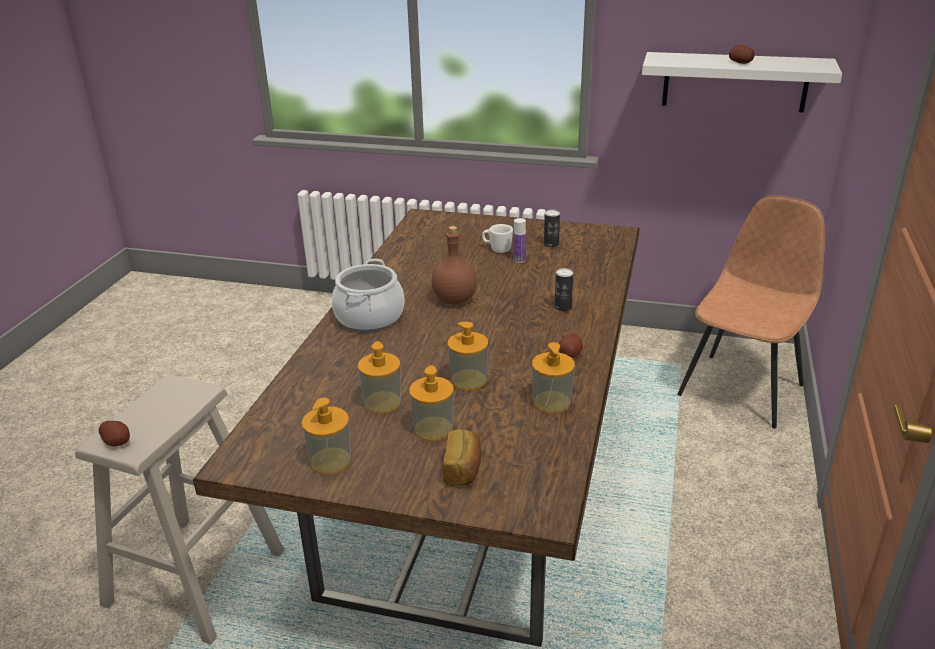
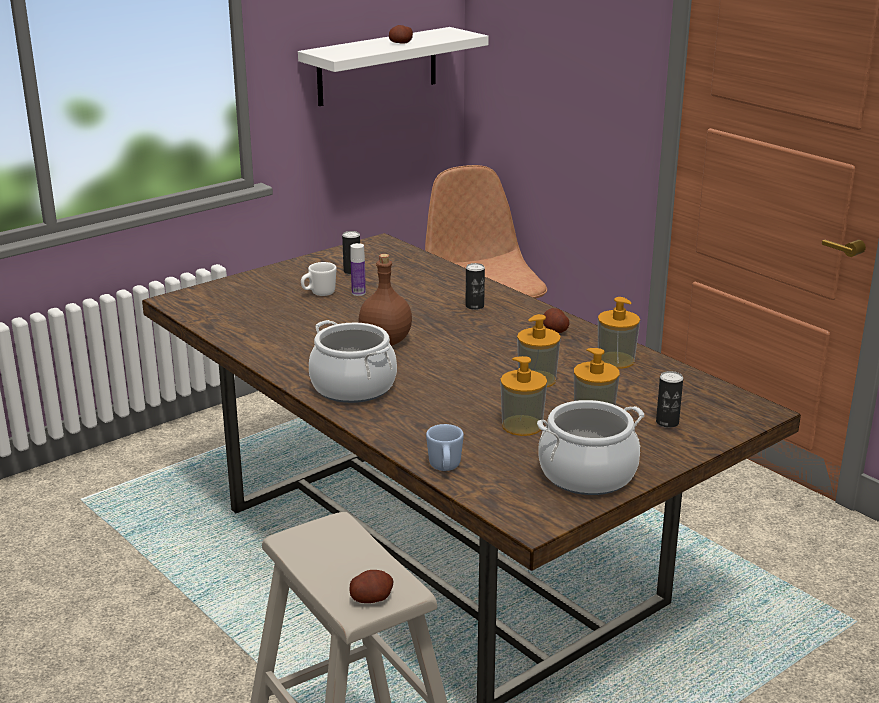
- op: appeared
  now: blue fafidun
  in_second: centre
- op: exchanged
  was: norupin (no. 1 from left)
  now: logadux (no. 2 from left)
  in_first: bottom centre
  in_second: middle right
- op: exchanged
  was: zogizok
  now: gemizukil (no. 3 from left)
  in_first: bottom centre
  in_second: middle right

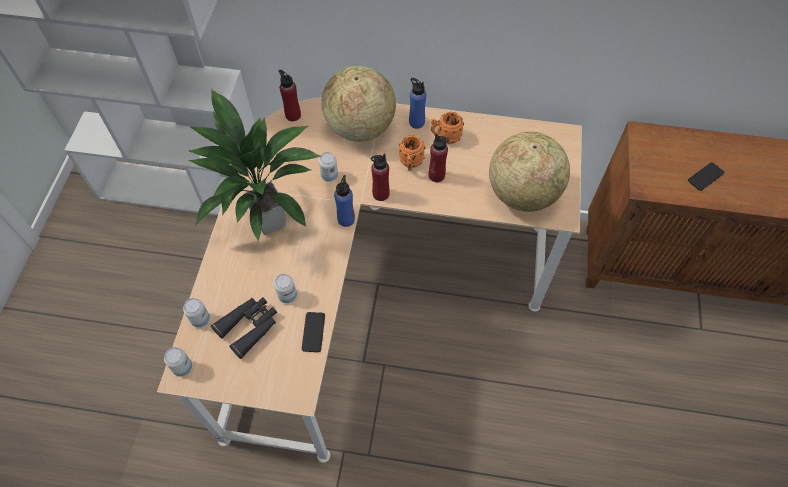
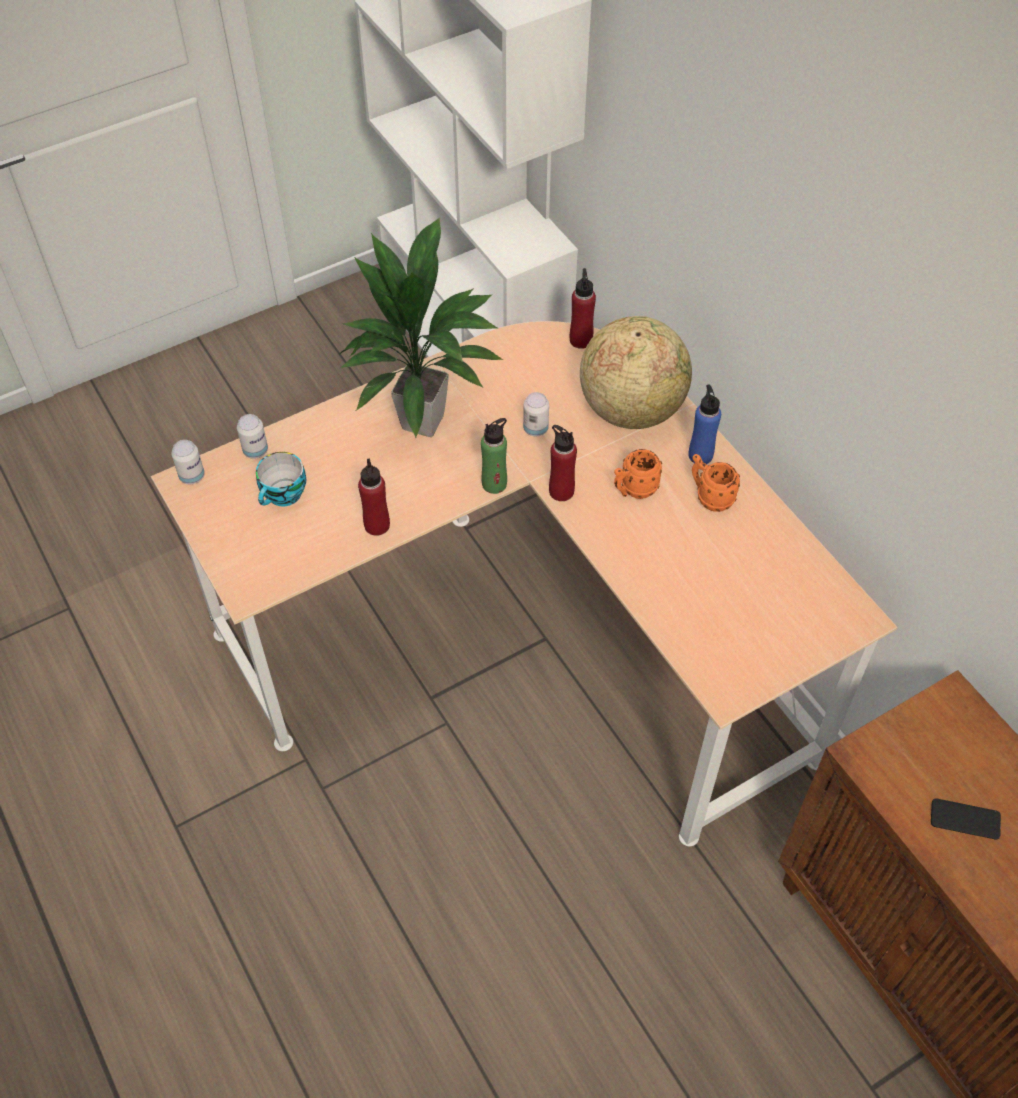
- op: exchanged
  was: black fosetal
  now: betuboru
  in_first: bottom left
  in_second: middle left
- op: relocated
  was: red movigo (no. 3 from left in the first image)
  now: red movigo (no. 1 from left)
  in_first: top centre
  in_second: centre
- op: colour
  was: blue movigo (no. 1 from left)
  now: green movigo
  in_first: centre
  in_second: centre
- op: missing
  was: gemizukil (no. 3 from left)
  in_first: centre
- op: missing
  was: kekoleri (no. 1 from left)
  in_first: bottom centre
- op: missing
  was: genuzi (no. 2 from left)
  in_first: middle right

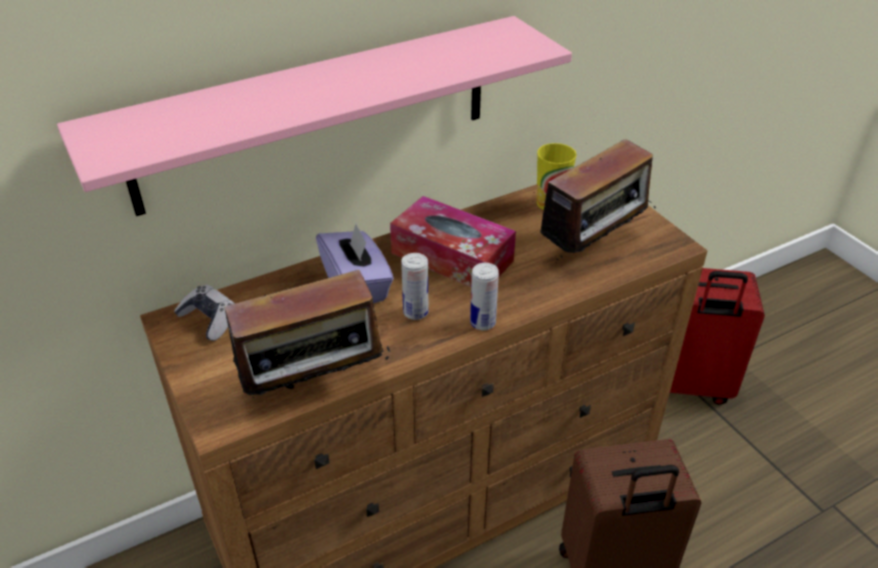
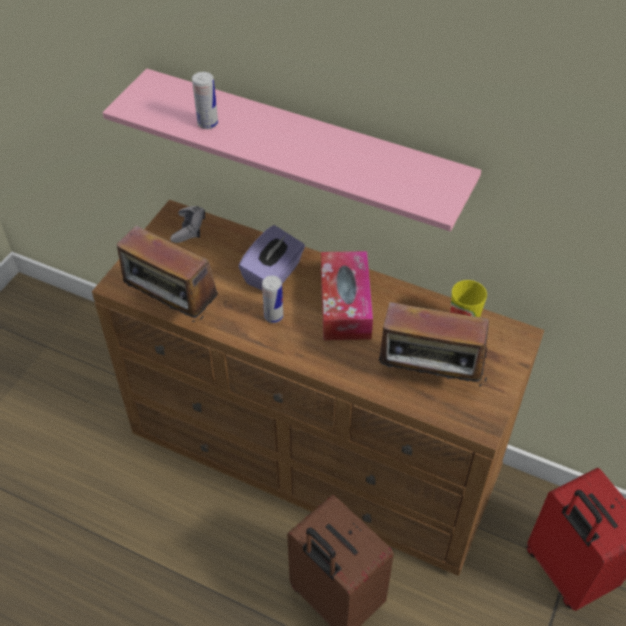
- op: relocated
  was: gemizukil (no. 2 from left in the first image)
  now: gemizukil (no. 1 from left)
  in_first: centre
  in_second: top left

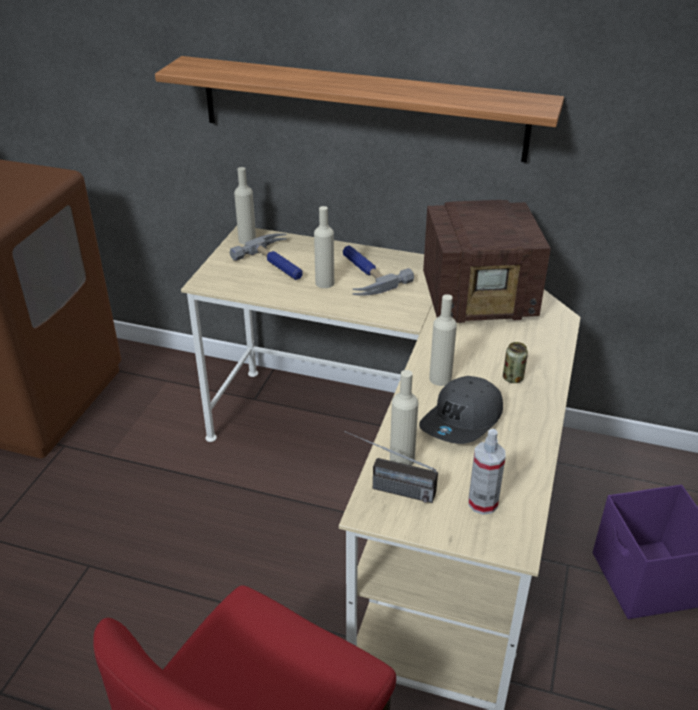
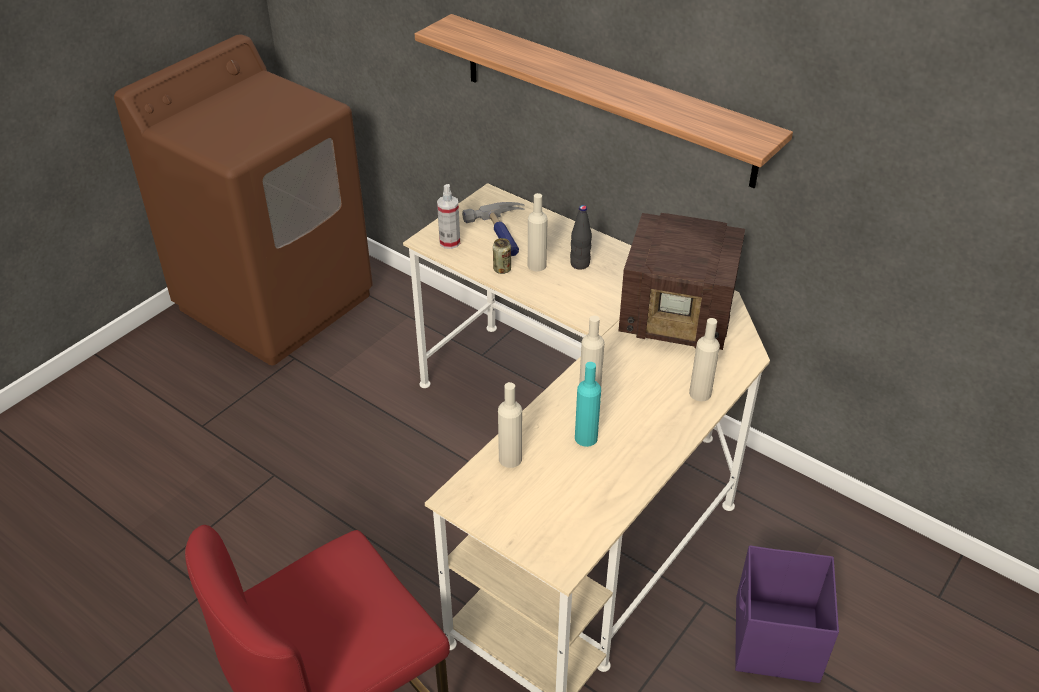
- op: relocated
  was: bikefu
  in_first: middle right
  in_second: top centre
- op: relocated
  was: gemizukil
  in_first: middle right
  in_second: centre
- op: exchanged
  was: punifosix (no. 2 from left)
  now: black movigo
  in_first: centre
  in_second: centre
- op: exchanged
  was: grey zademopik
  now: turquoise movigo
  in_first: centre
  in_second: centre
- op: relocated
  was: beige movigo (no. 1 from left in the first image)
  now: beige movigo (no. 4 from left)
  in_first: top centre
  in_second: middle right
- op: missing
  was: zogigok (no. 1 from left)
  in_first: centre

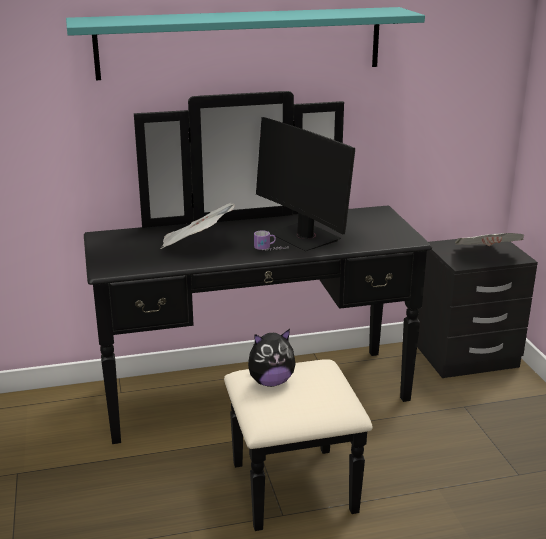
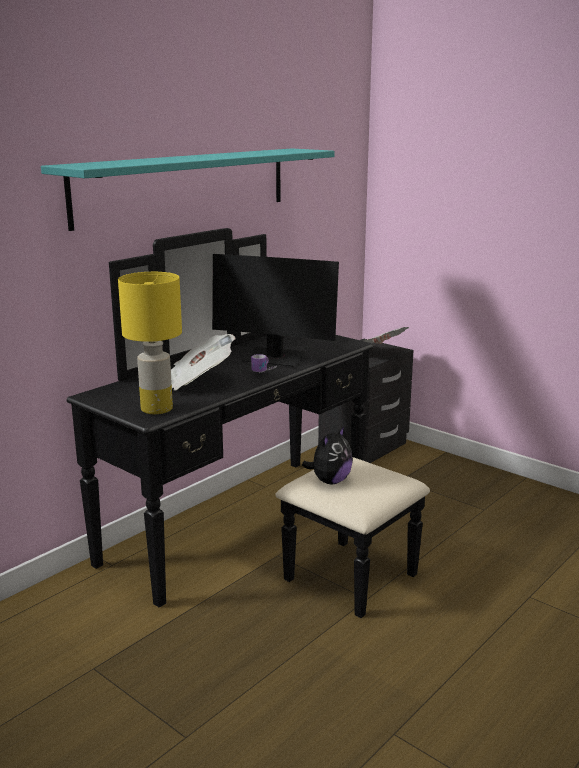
- op: appeared
  now: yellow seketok
  in_second: middle left

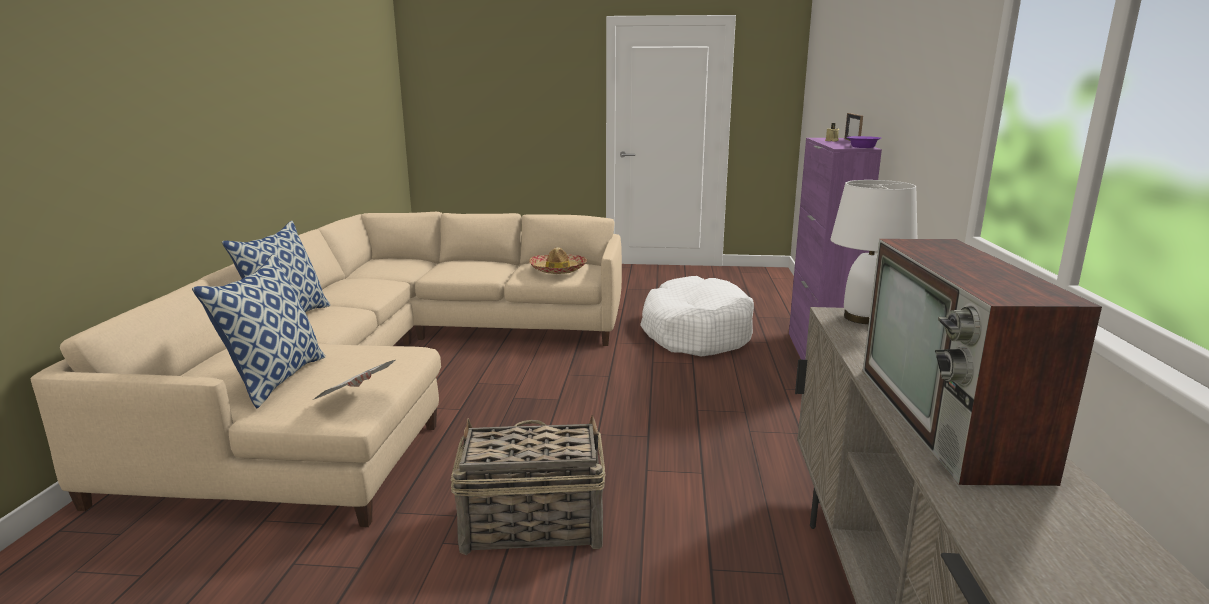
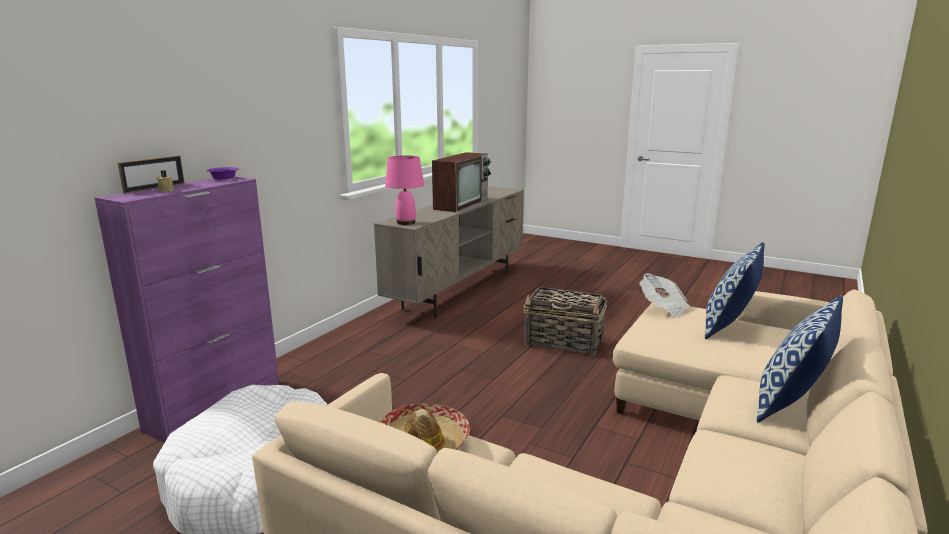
- op: colour
  was: white seketok
  now: pink seketok
  in_first: middle right
  in_second: centre

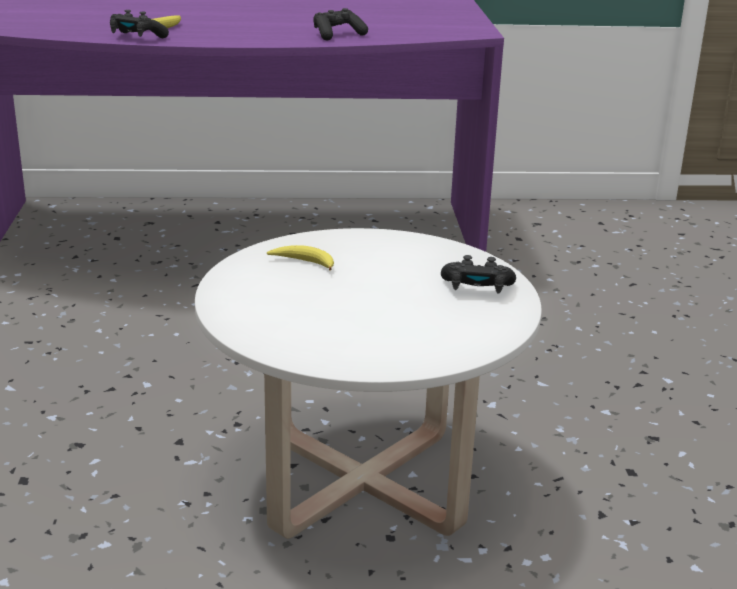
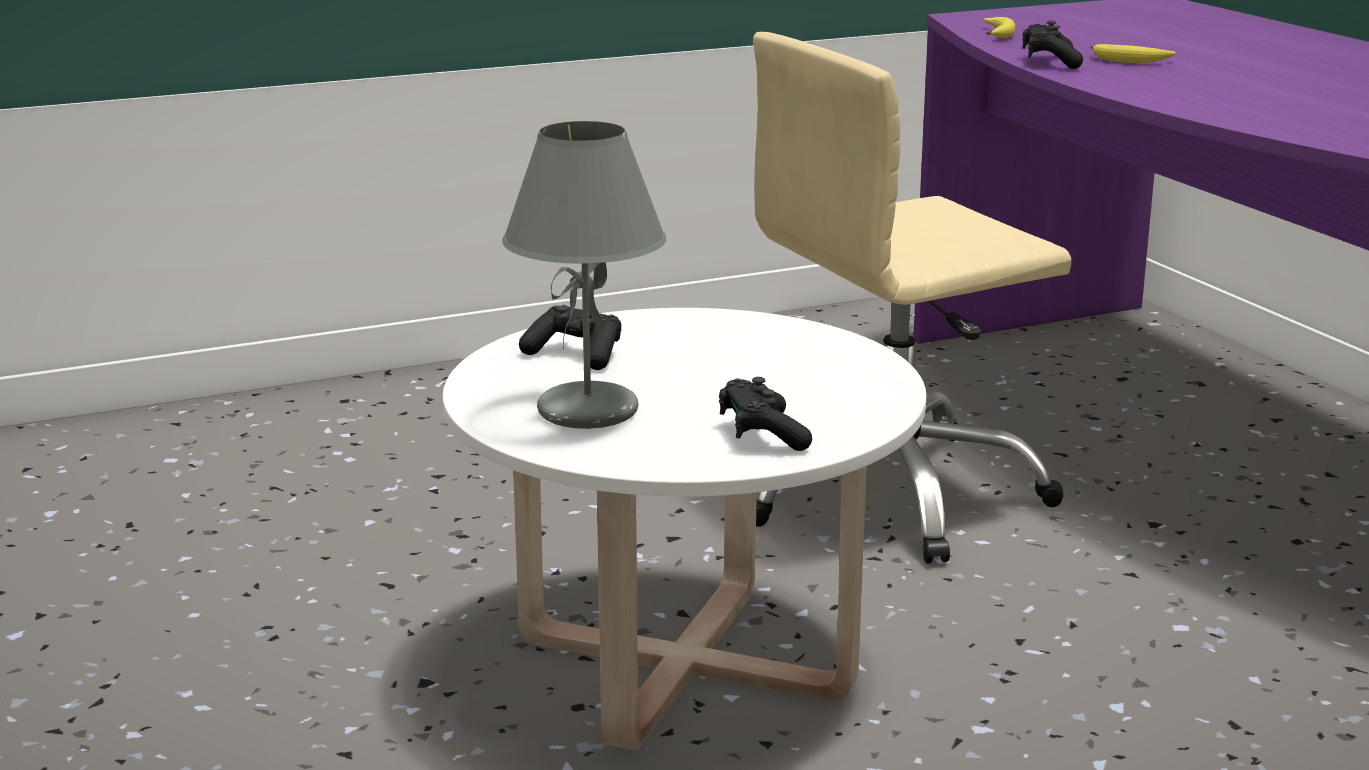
- op: appeared
  now: grey seketok
  in_second: centre
- op: relocated
  was: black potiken (no. 2 from left in the first image)
  now: black potiken (no. 1 from left)
  in_first: top centre
  in_second: centre
- op: appeared
  now: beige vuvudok
  in_second: centre
- op: relocated
  was: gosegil (no. 2 from left in the first image)
  now: gosegil (no. 1 from left)
  in_first: centre
  in_second: top right

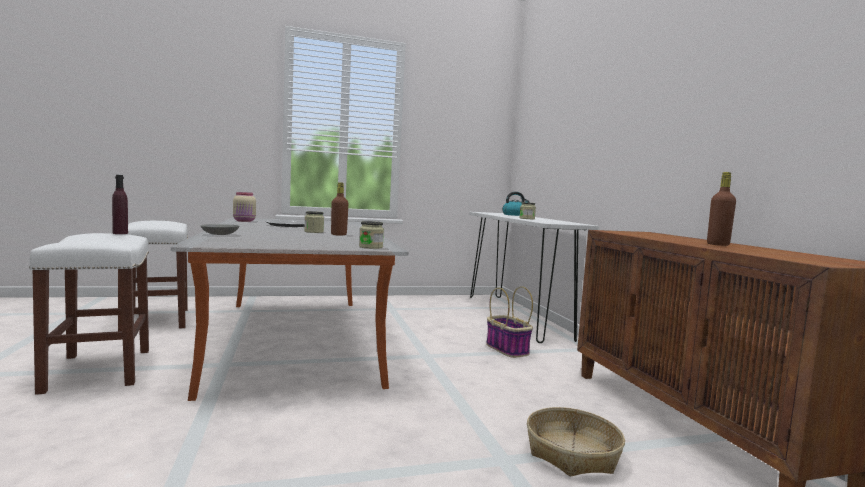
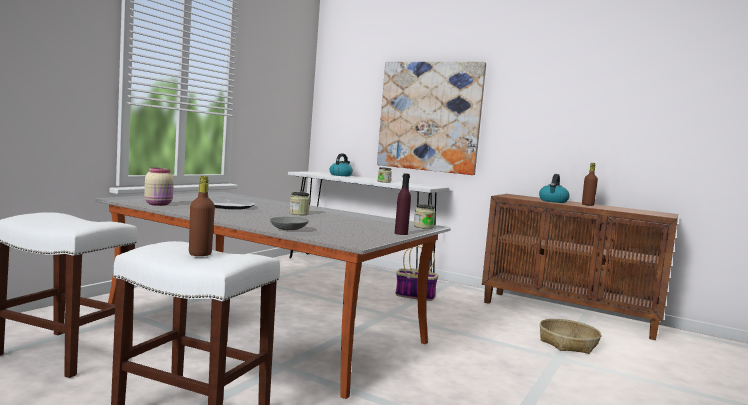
- op: relocated
  was: brown movigo (no. 1 from left)
  in_first: centre
  in_second: middle left
- op: appeared
  now: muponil
  in_second: top centre
- op: relocated
  was: purple movigo
  in_first: middle left
  in_second: centre
- op: appeared
  now: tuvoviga (no. 2 from left)
  in_second: middle right

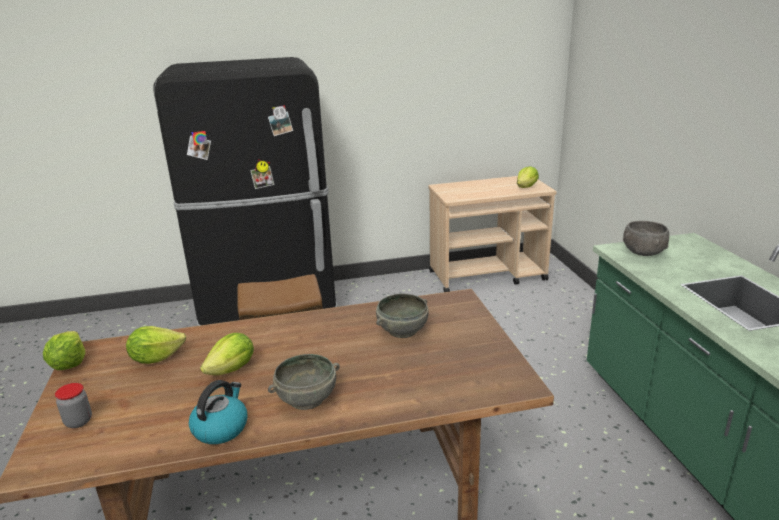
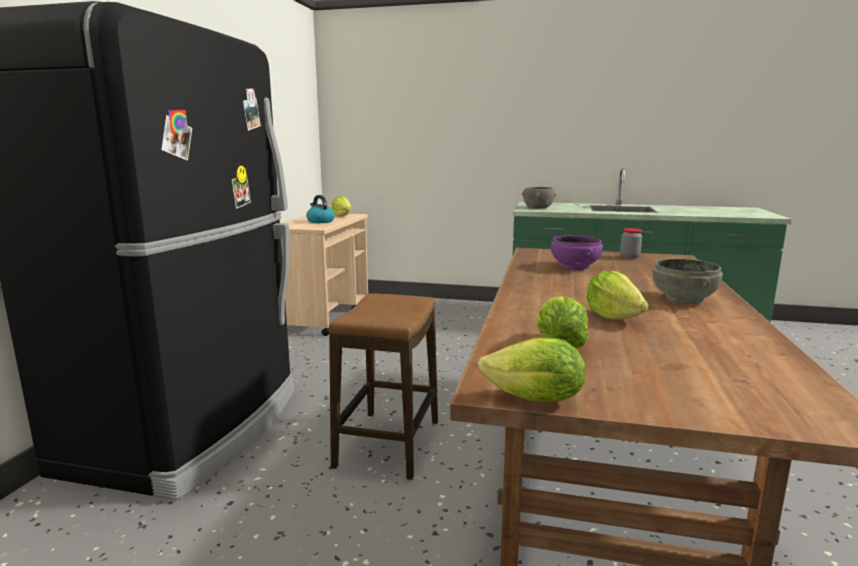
- op: relocated
  was: tuvoviga
  in_first: bottom left
  in_second: centre
- op: colour
  was: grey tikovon (no. 2 from left)
  now: purple tikovon
  in_first: centre
  in_second: middle right
- op: relocated
  was: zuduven
  in_first: bottom left
  in_second: middle right

